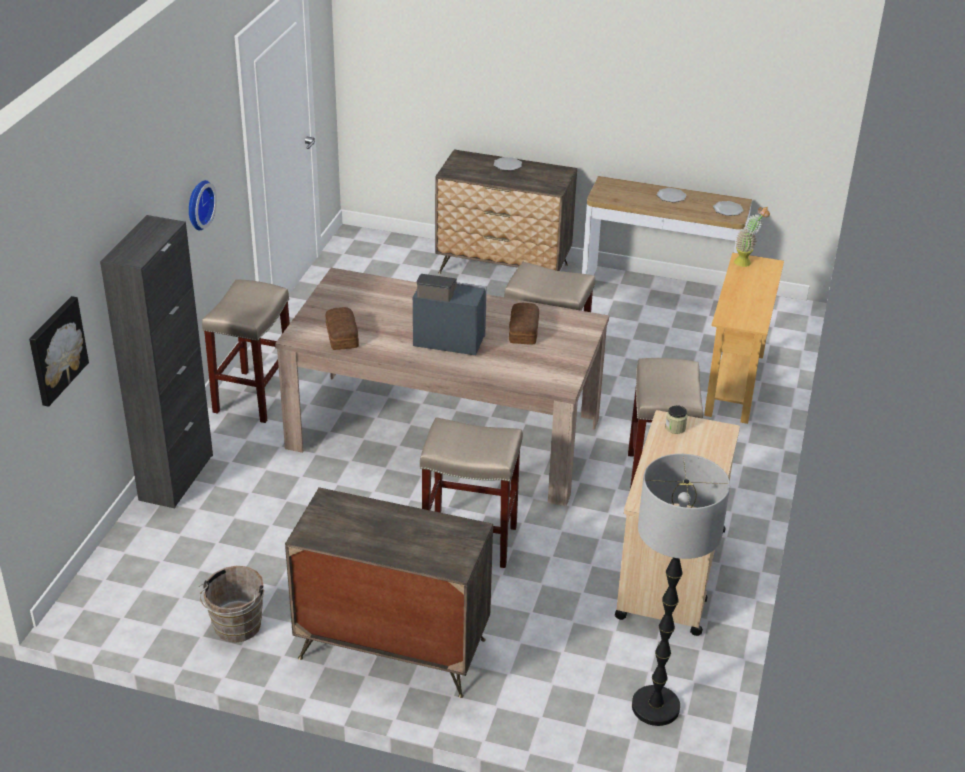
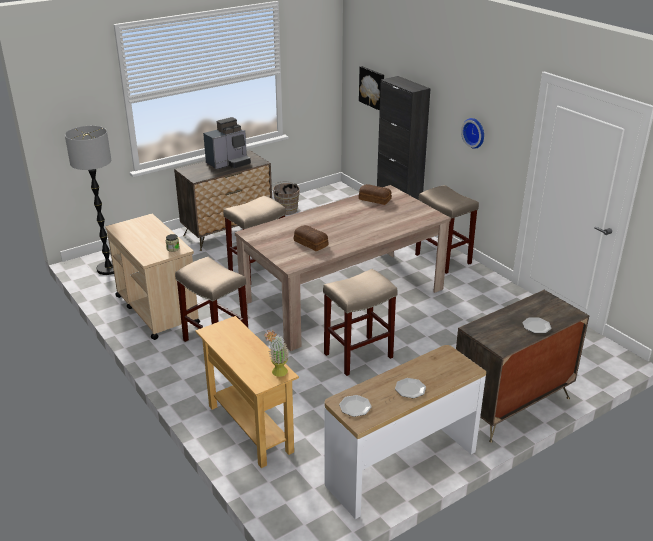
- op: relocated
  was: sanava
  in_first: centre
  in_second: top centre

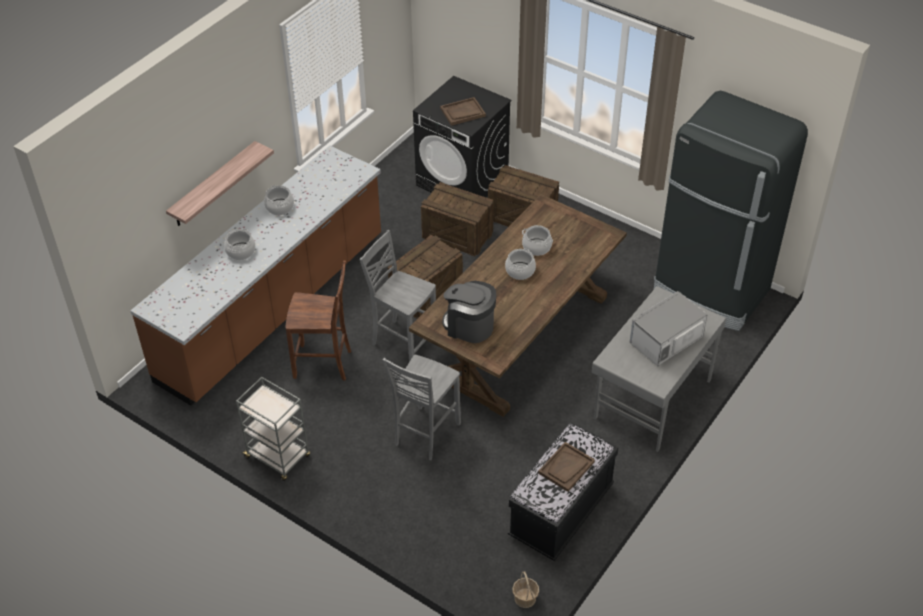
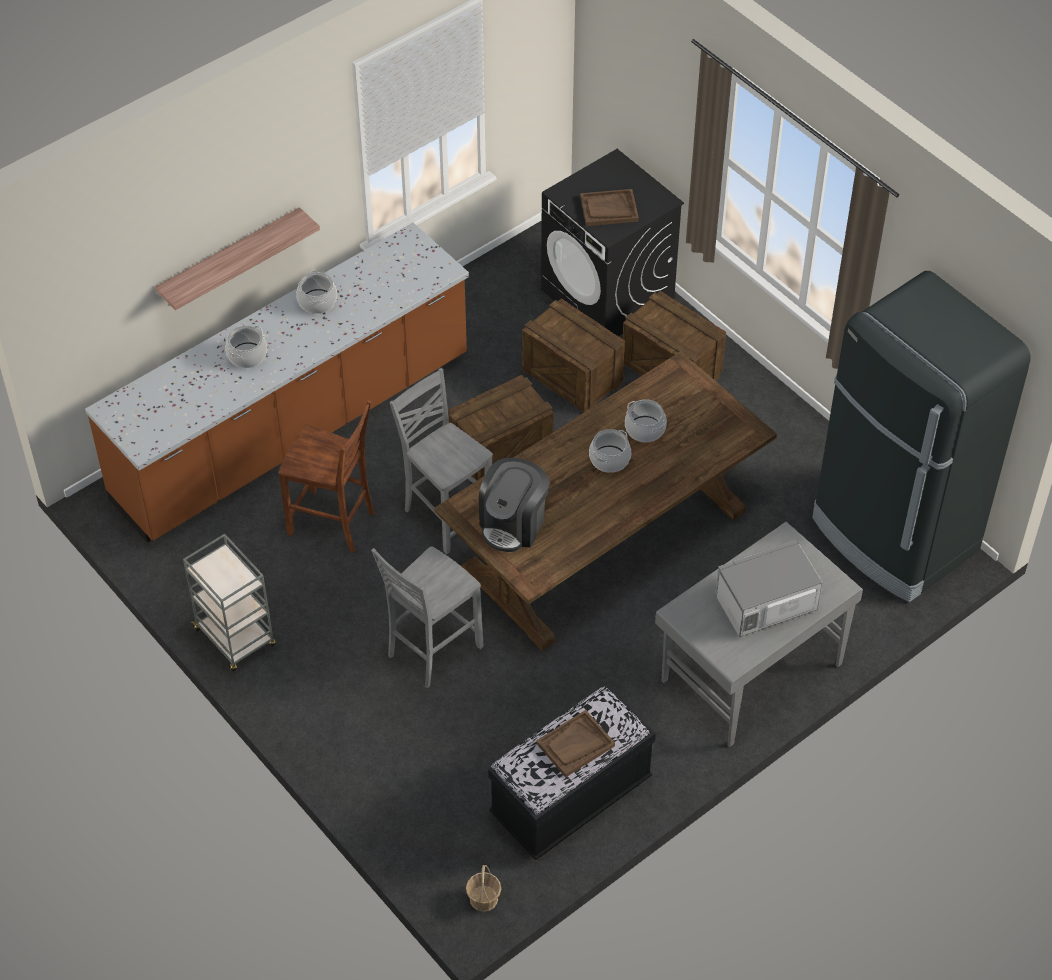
- op: spun
  was: sanava
  in_first: centre
  in_second: centre
  clockwise: -105

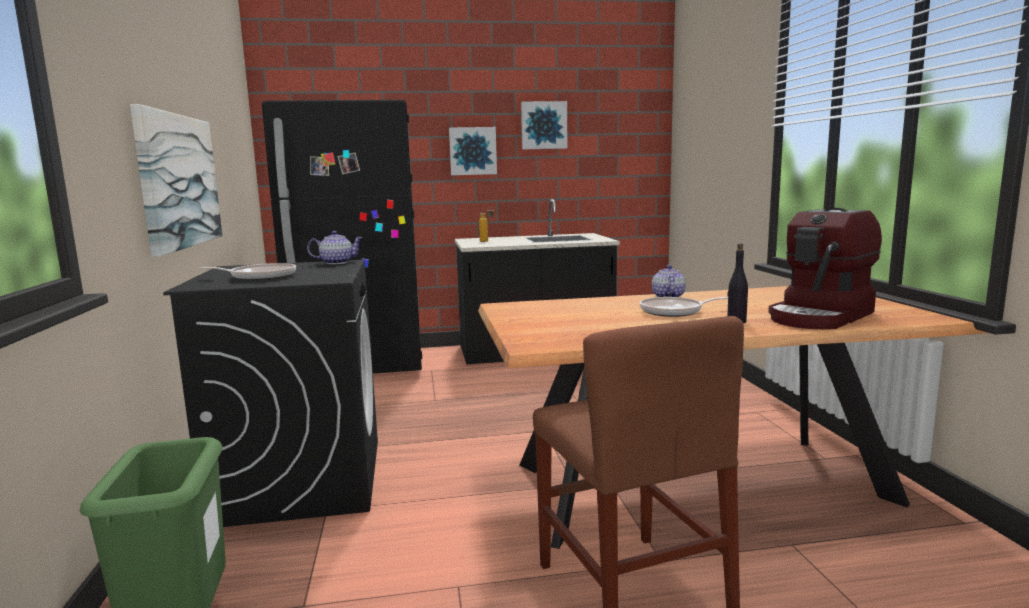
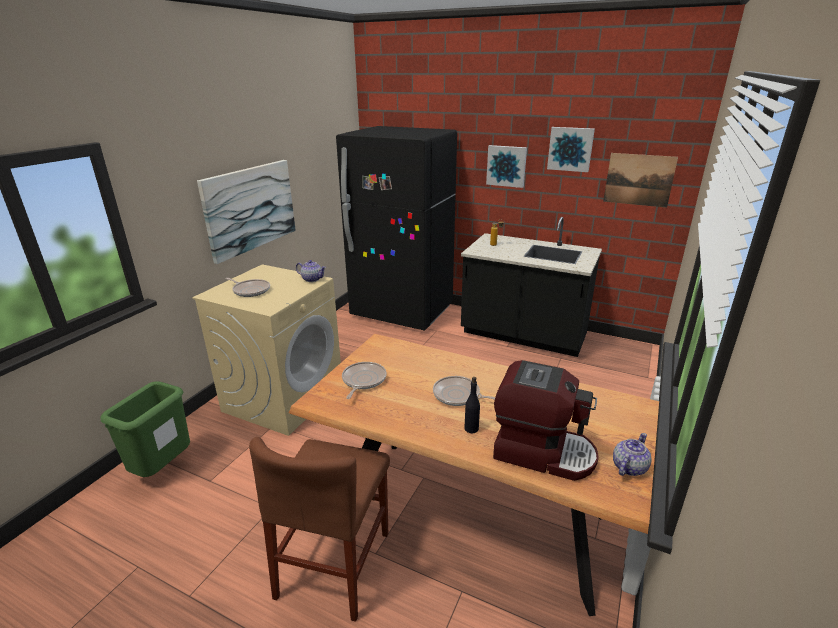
- op: colour
  was: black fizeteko
  now: beige fizeteko
  in_first: middle left
  in_second: middle left
- op: appeared
  now: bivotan (no. 2 from left)
  in_second: centre
- op: spun
  was: sanava
  in_first: middle right
  in_second: bottom centre
  clockwise: -150
- op: appeared
  now: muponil (no. 4 from left)
  in_second: top right
- op: relocated
  was: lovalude (no. 2 from left)
  in_first: centre
  in_second: bottom right

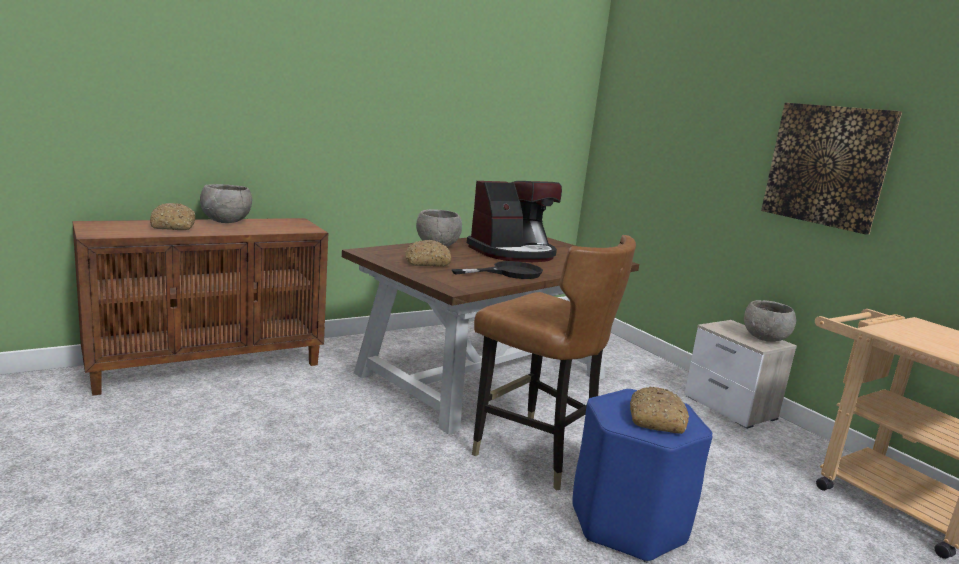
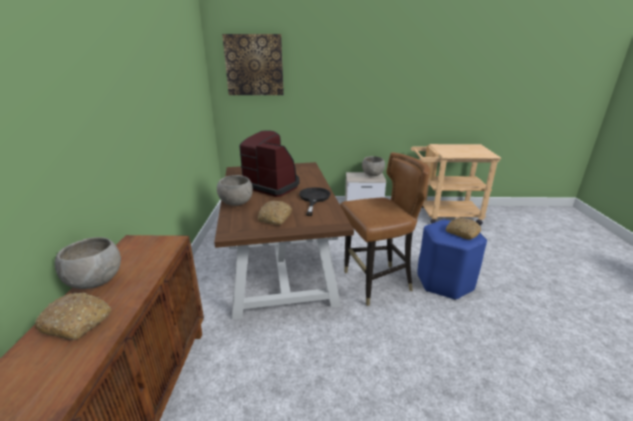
- op: relocated
  was: muponil
  in_first: top right
  in_second: top centre
- op: spun
  was: sanava
  in_first: centre
  in_second: centre
  clockwise: -60

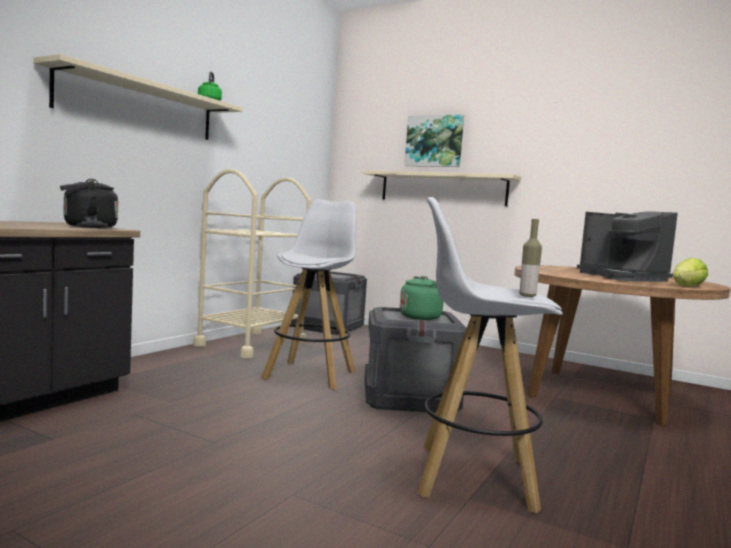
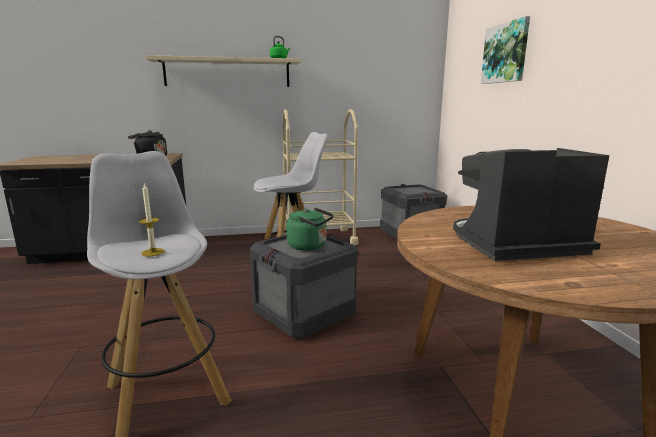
- op: exchanged
  was: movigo
  now: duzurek
  in_first: middle right
  in_second: middle left
- op: spun
  was: sanava
  in_first: middle right
  in_second: middle right
  clockwise: 60
- op: missing
  was: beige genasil (no. 2 from left)
  in_first: centre
- op: missing
  was: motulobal
  in_first: middle right

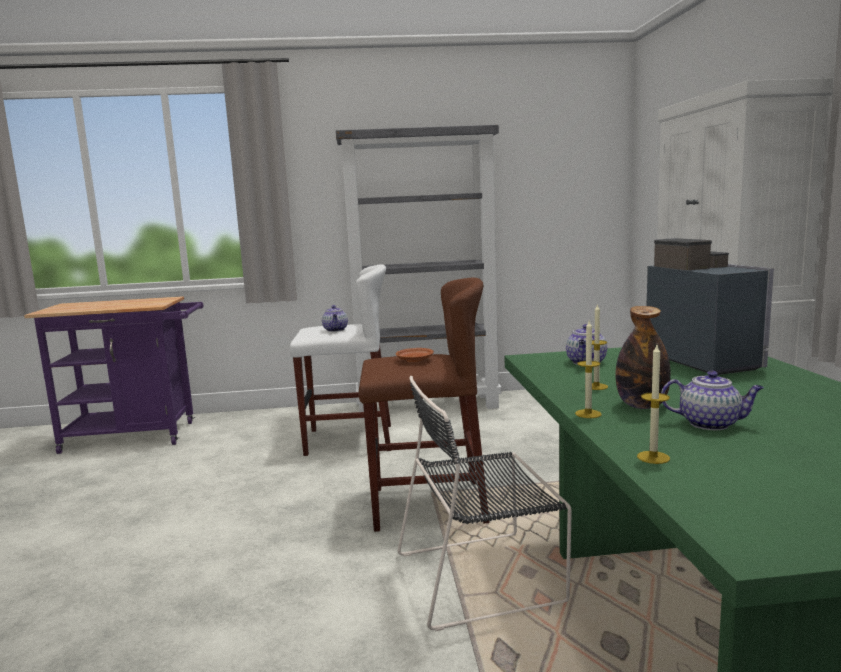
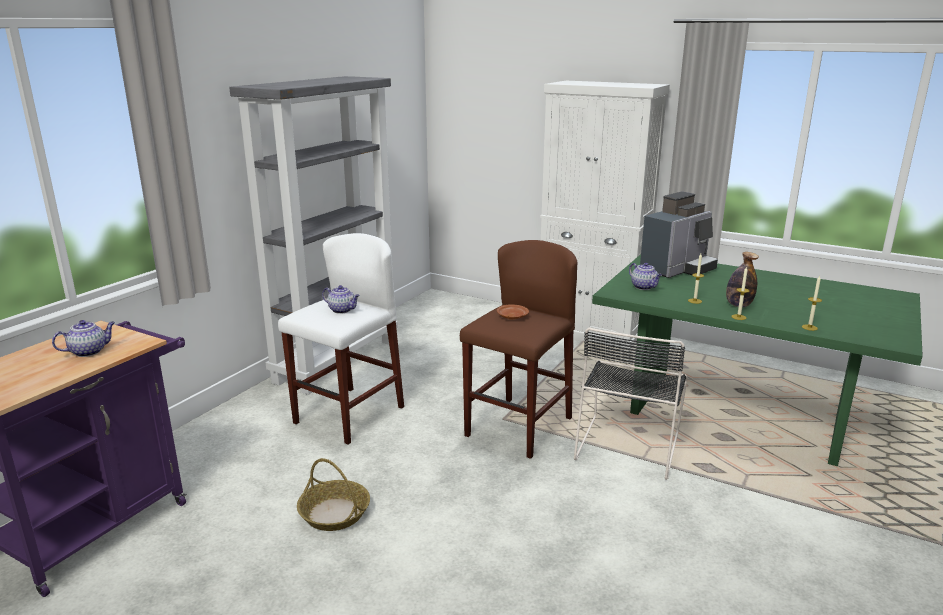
- op: relocated
  was: lovalude (no. 3 from left in the first image)
  now: lovalude (no. 1 from left)
  in_first: middle right
  in_second: middle left
- op: appeared
  now: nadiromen
  in_second: bottom centre
- op: spun
  was: sanava
  in_first: middle right
  in_second: middle right
  clockwise: 120

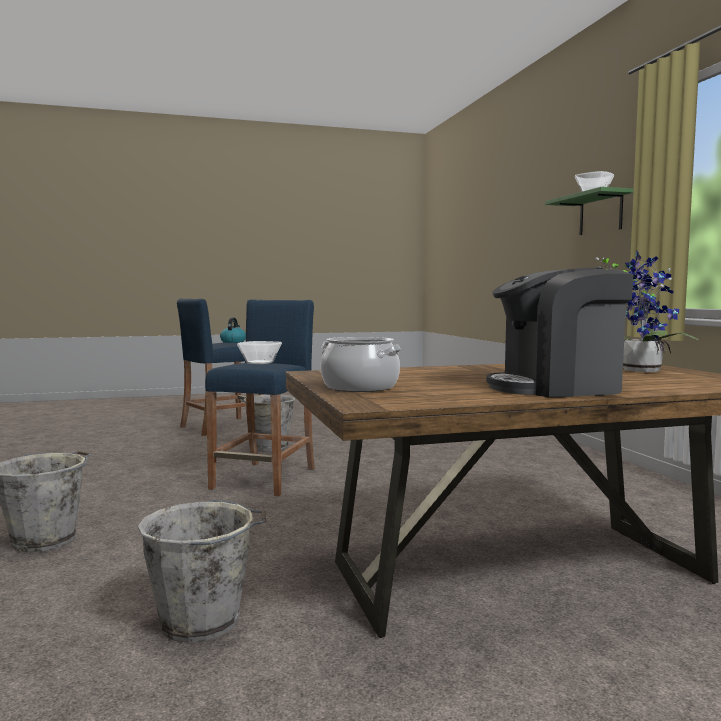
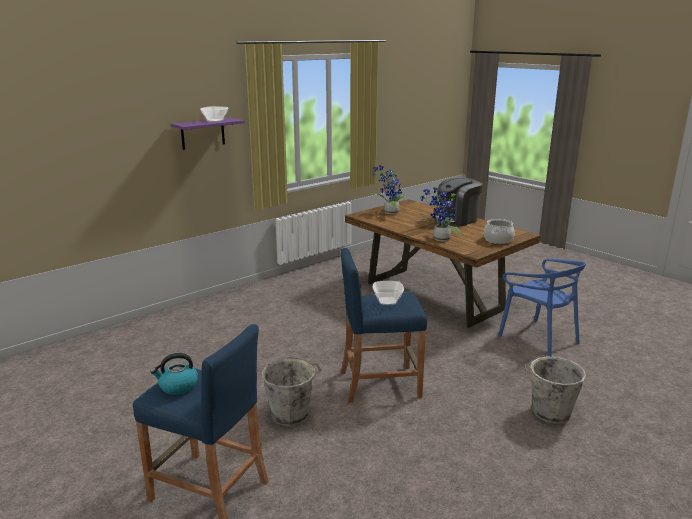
- op: colour
  was: green genasil
  now: purple genasil
  in_first: top right
  in_second: top left
- op: appeared
  now: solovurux (no. 2 from left)
  in_second: centre
- op: spun
  was: sanava
  in_first: middle right
  in_second: centre
  clockwise: 90
- op: exchanged
  was: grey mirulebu (no. 2 from left)
  now: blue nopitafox
  in_first: bottom left
  in_second: middle right

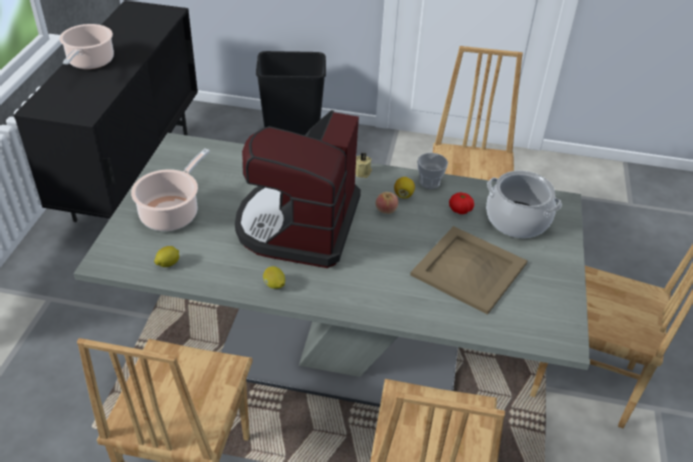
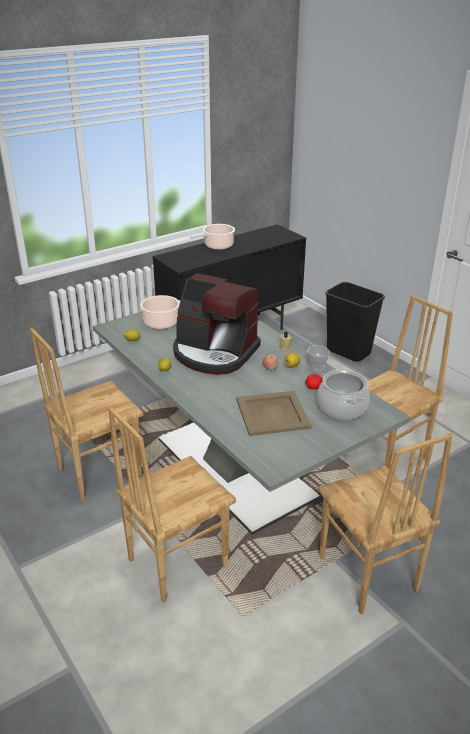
- op: spun
  was: sanava
  in_first: centre
  in_second: centre
  clockwise: -120

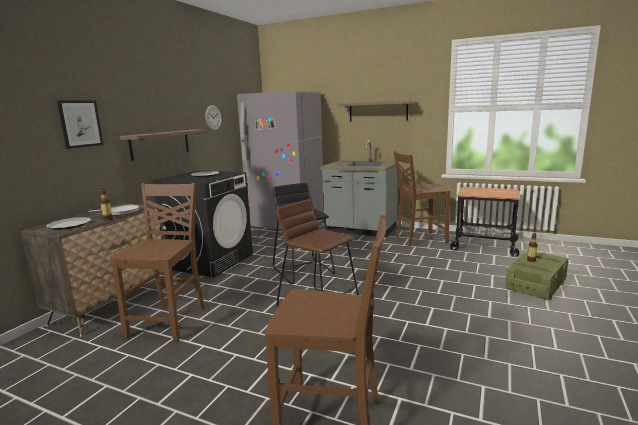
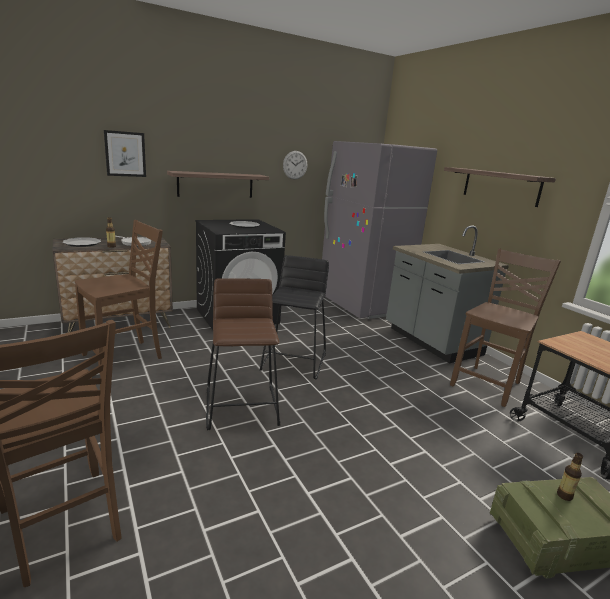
- op: spun
  was: brown nopitafox (no. 3 from left)
  in_first: centre
  in_second: middle right
  clockwise: 105

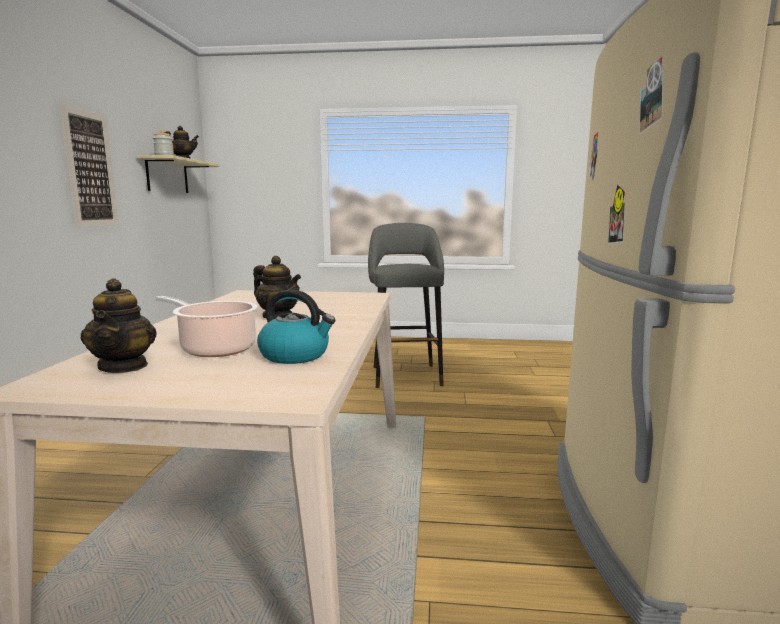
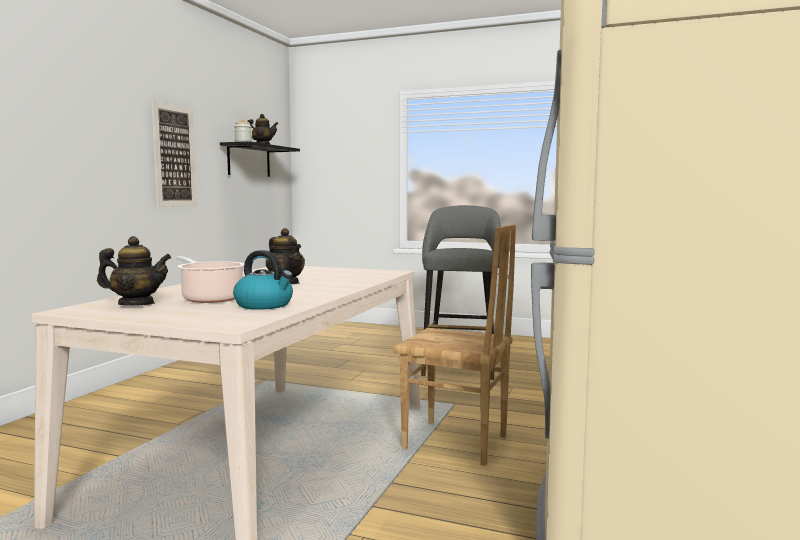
- op: spun
  was: lovalude (no. 1 from left)
  in_first: middle left
  in_second: middle left
  clockwise: -90
- op: colour
  was: beige genasil
  now: black genasil
  in_first: top left
  in_second: top left
- op: appeared
  now: brown nopitafox
  in_second: centre

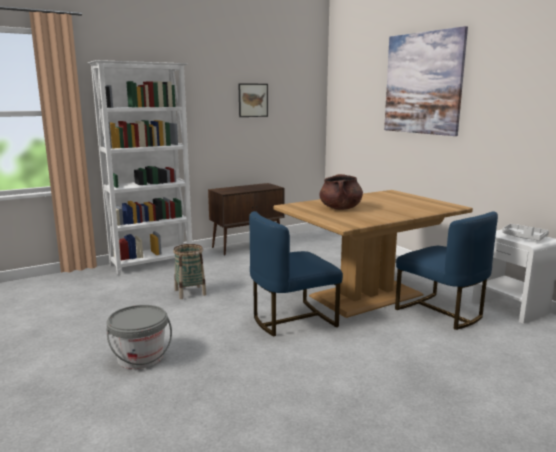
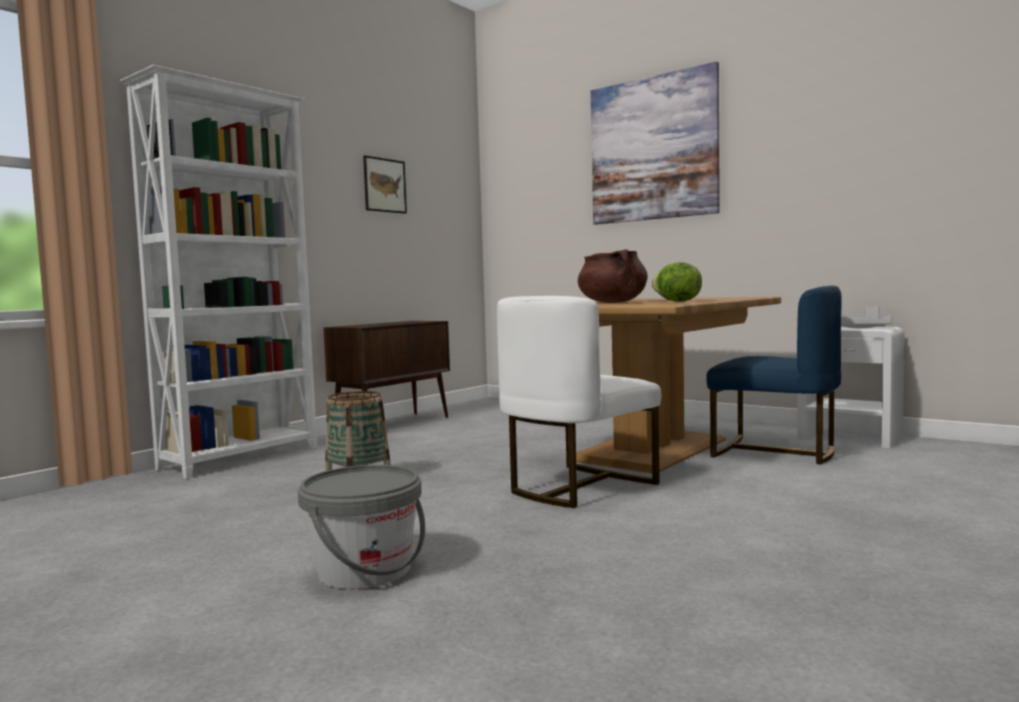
- op: colour
  was: blue nopitafox (no. 1 from left)
  now: white nopitafox
  in_first: centre
  in_second: centre
- op: appeared
  now: motulobal
  in_second: centre

